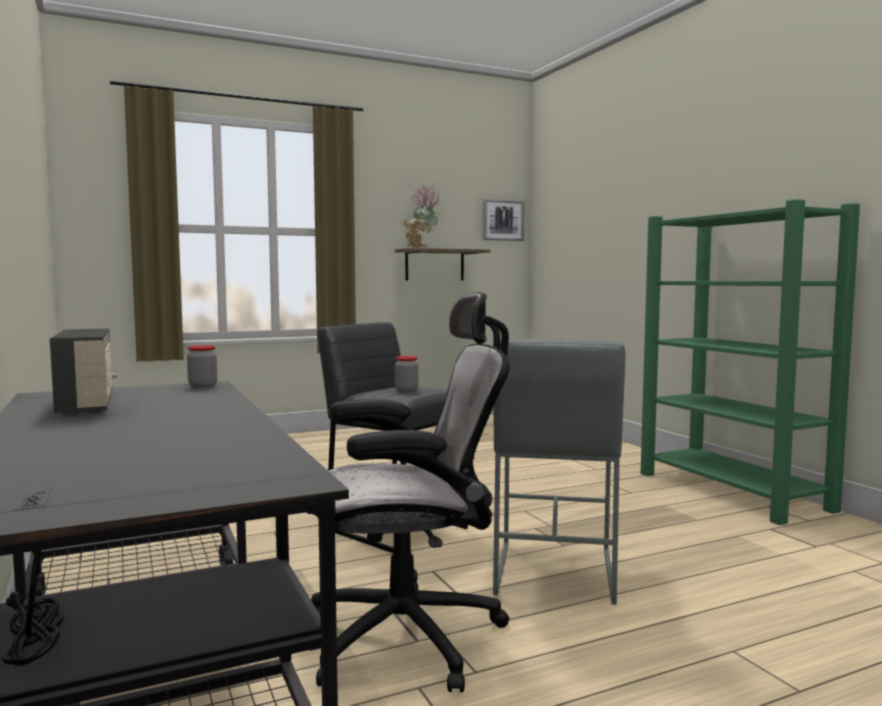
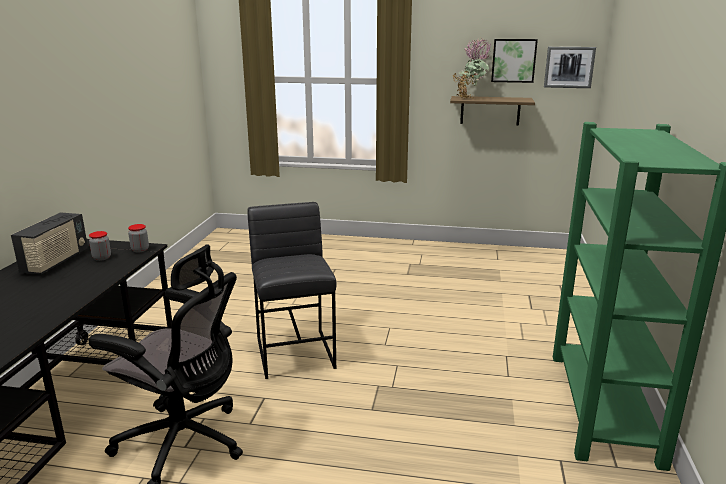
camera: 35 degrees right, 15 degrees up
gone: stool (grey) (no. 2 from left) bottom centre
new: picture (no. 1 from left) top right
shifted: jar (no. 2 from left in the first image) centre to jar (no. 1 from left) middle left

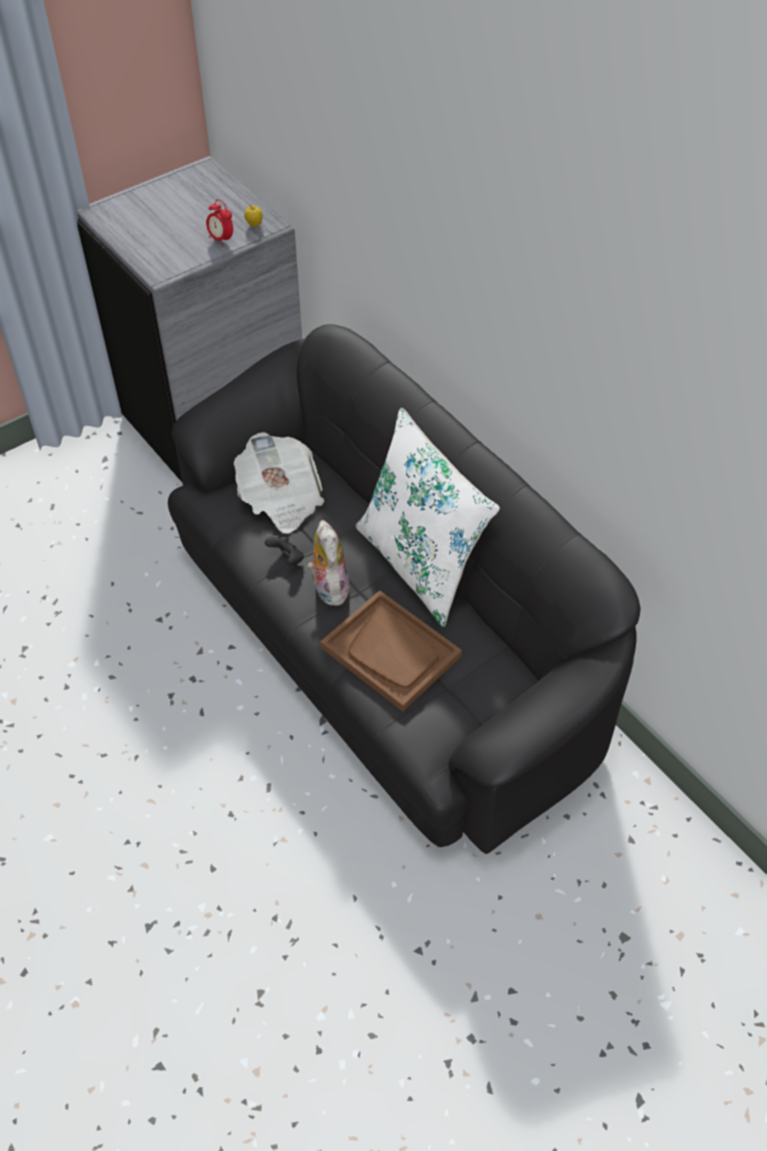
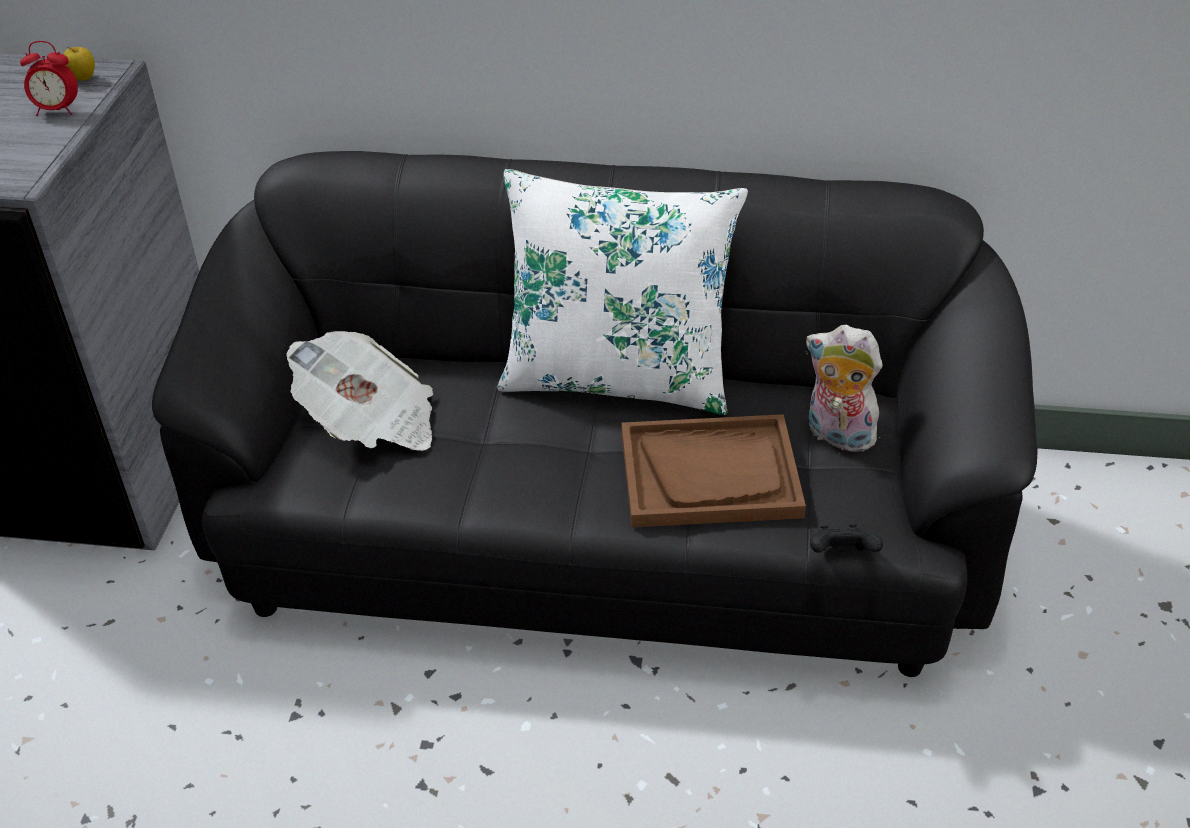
camera: 45 degrees left, 10 degrees down
shifted: game controller (black) centre to middle right; plush toy centre to middle right

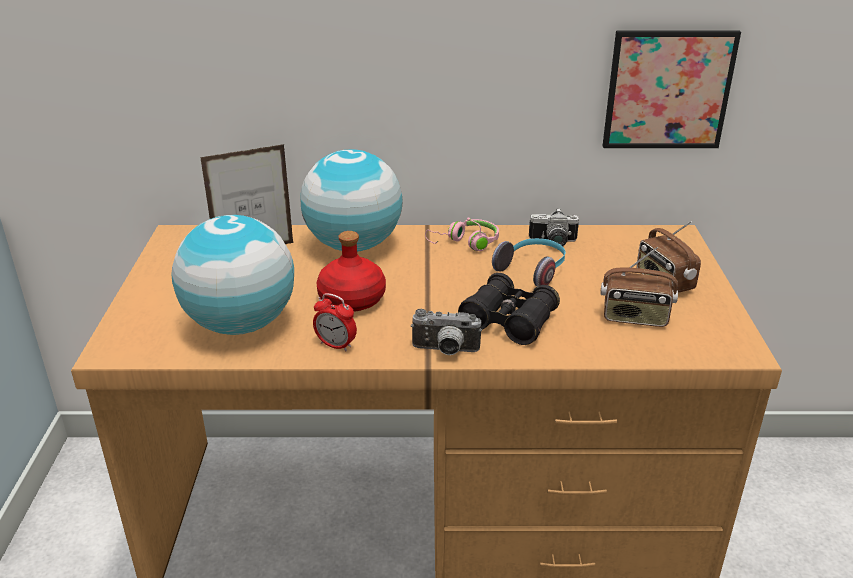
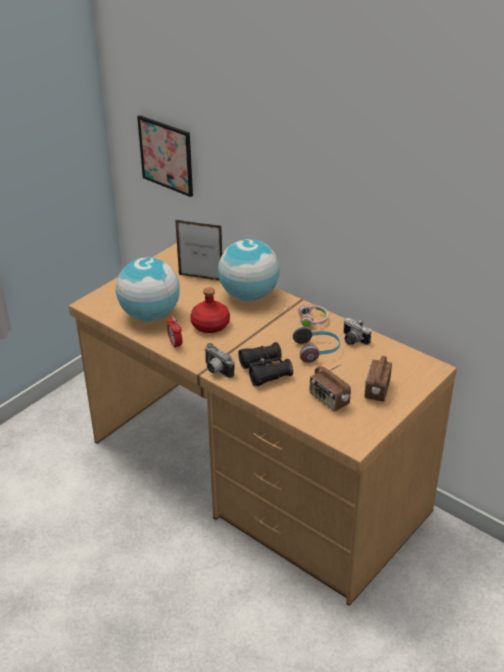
camera: 40 degrees right, 5 degrees up
shifted: picture top right to top left

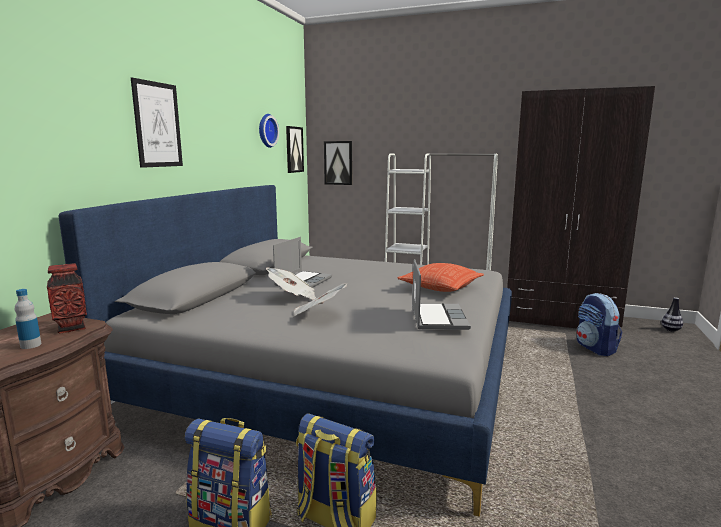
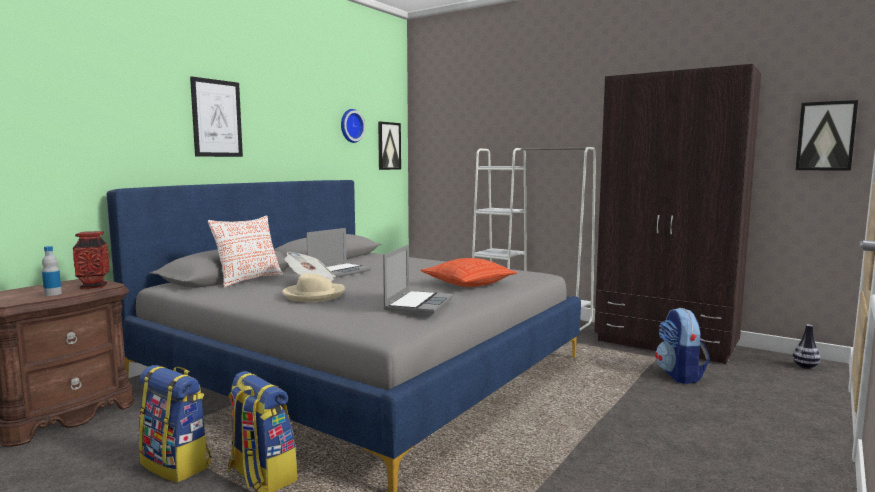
camera: 15 degrees right, 5 degrees down
new: pillow (white) middle left
shifted: picture (no. 3 from left) top centre to top right
swapped: newspaper (no. 2 from left) centre to hat (beige) centre

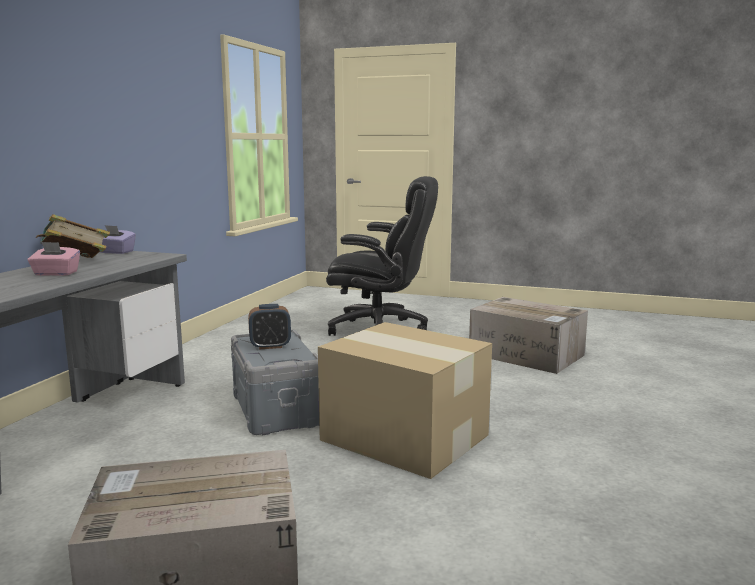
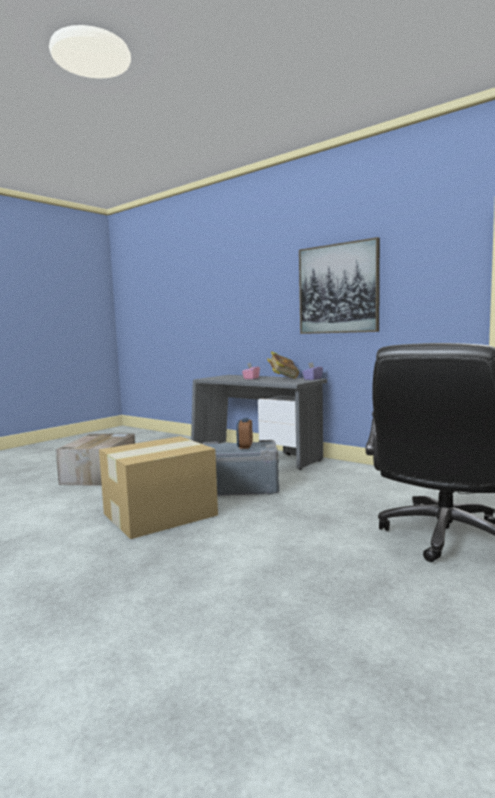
camera: 110 degrees right, 5 degrees down
gone: cardboard box (no. 3 from left) middle right
new: picture middle right

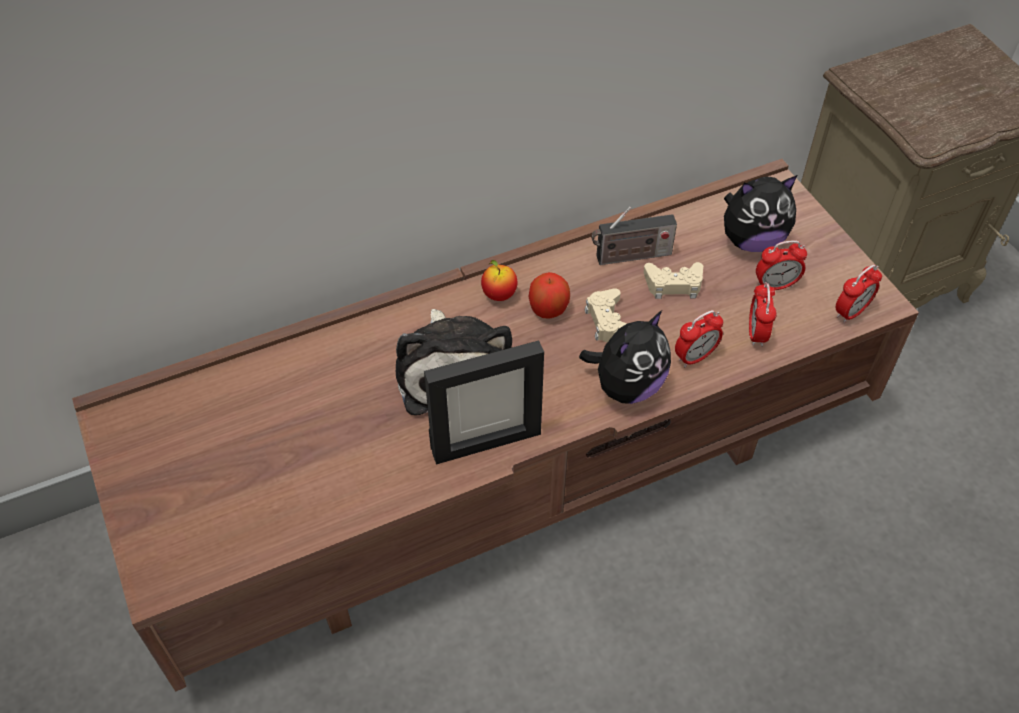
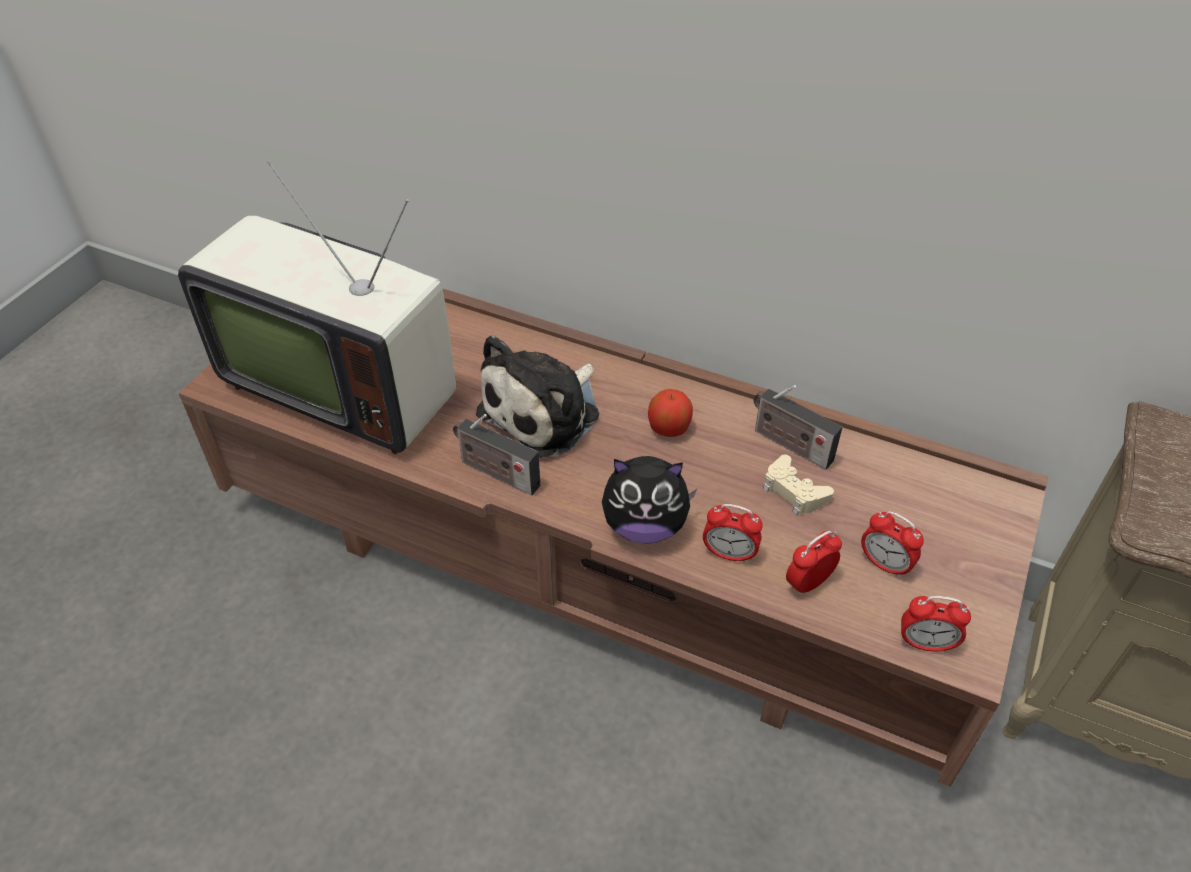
camera: 50 degrees right, 5 degrees down
gone: apple (no. 1 from left) centre; game controller (beige) (no. 1 from left) centre; plush toy (no. 3 from left) top right
new: television middle left
swapped: picture frame centre to radio (no. 1 from left) centre

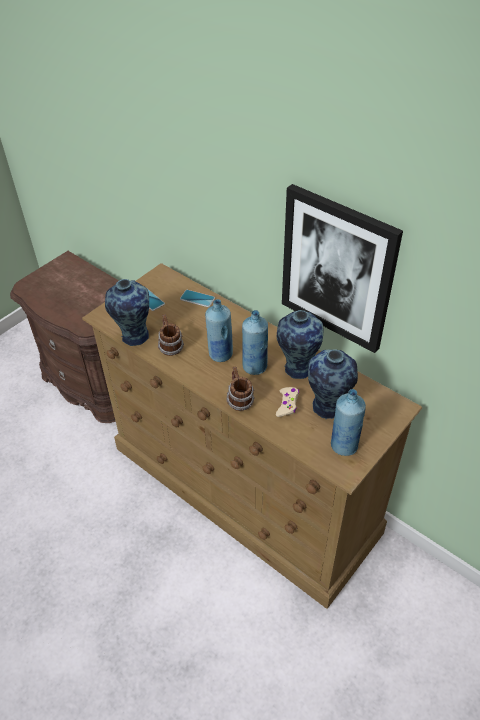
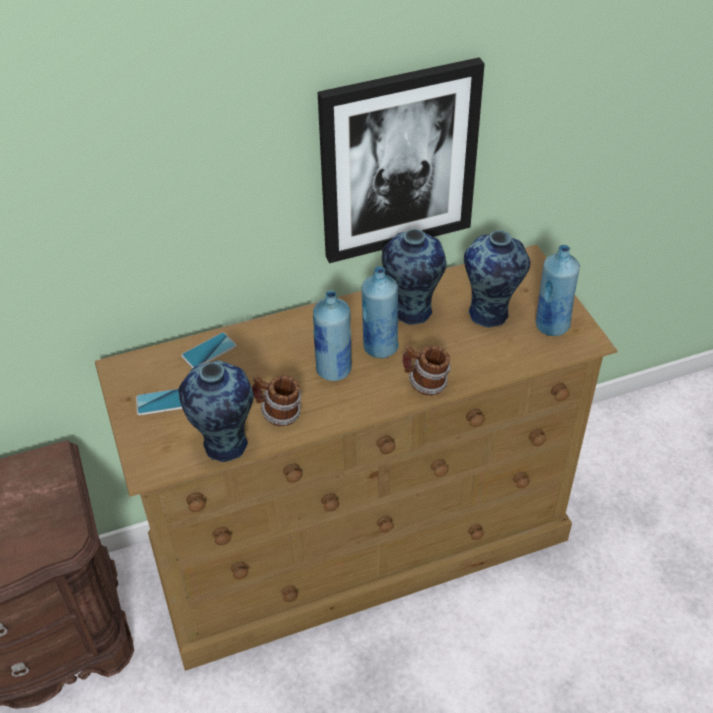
camera: 60 degrees left, 0 degrees up
gone: game controller (beige) centre

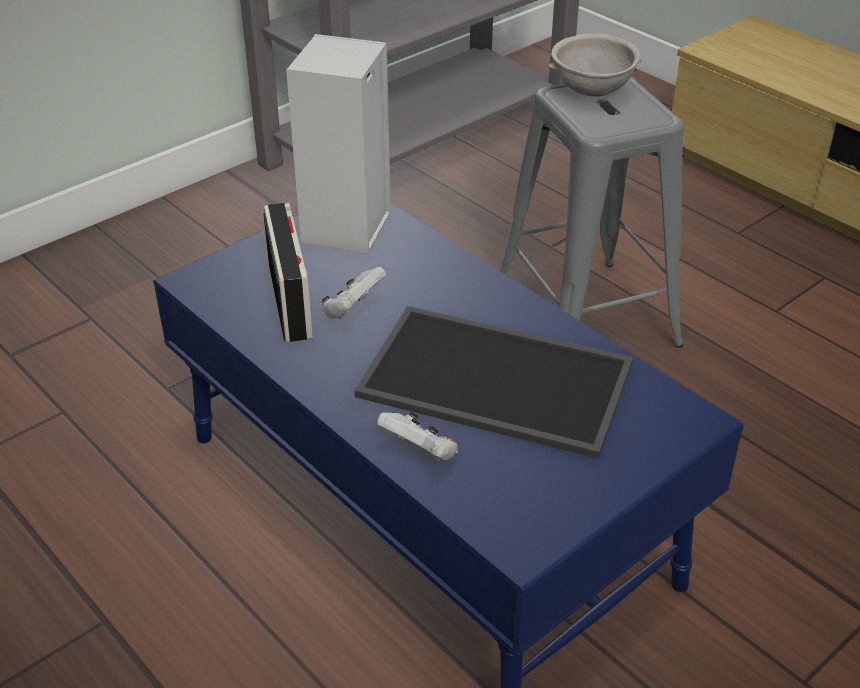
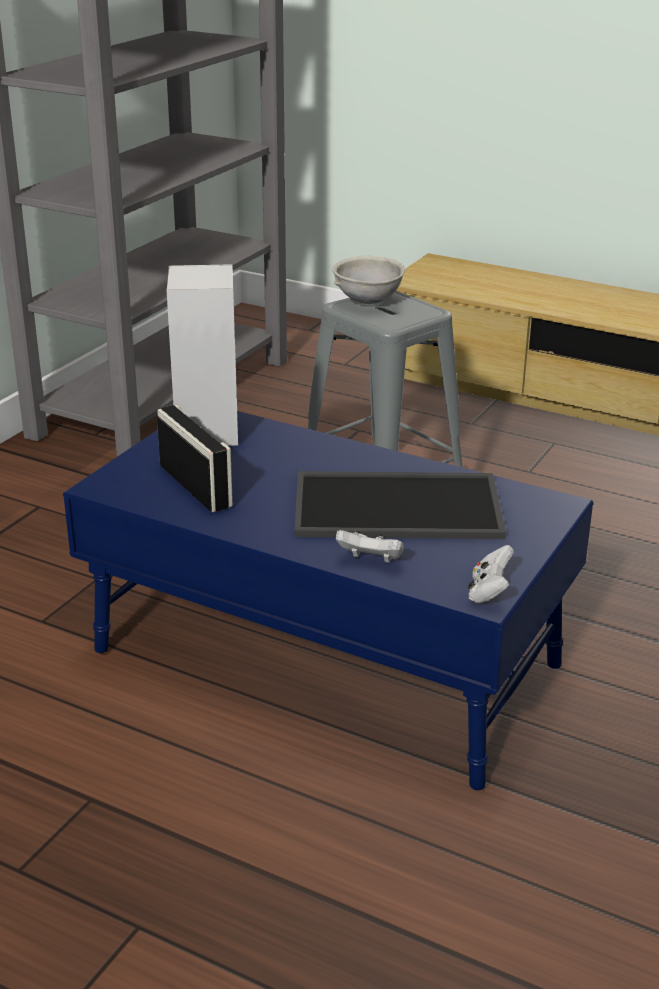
camera: 20 degrees left, 10 degrees down
shifted: game controller (white) (no. 1 from left in the first image) centre to game controller (white) (no. 2 from left) middle right

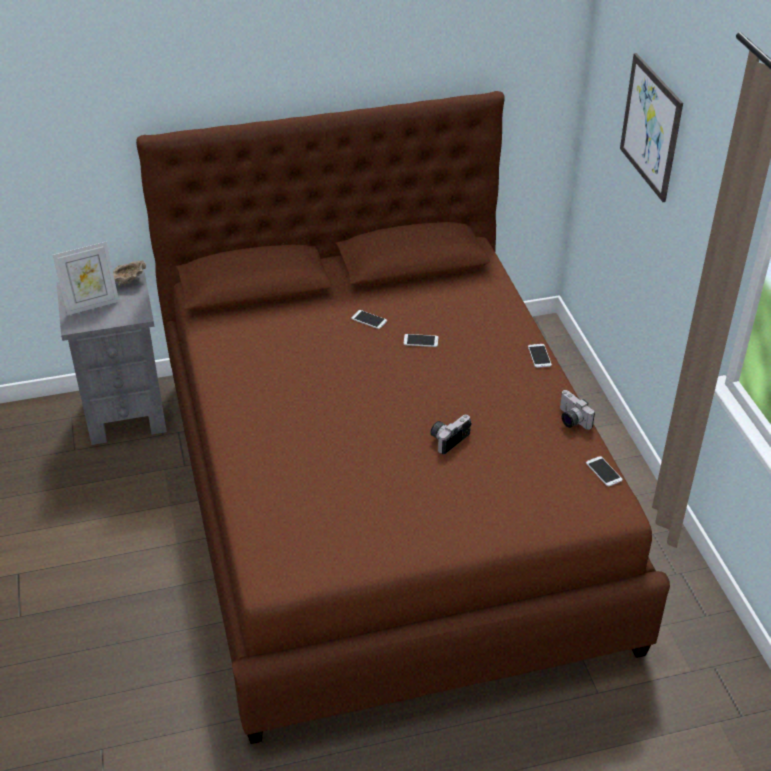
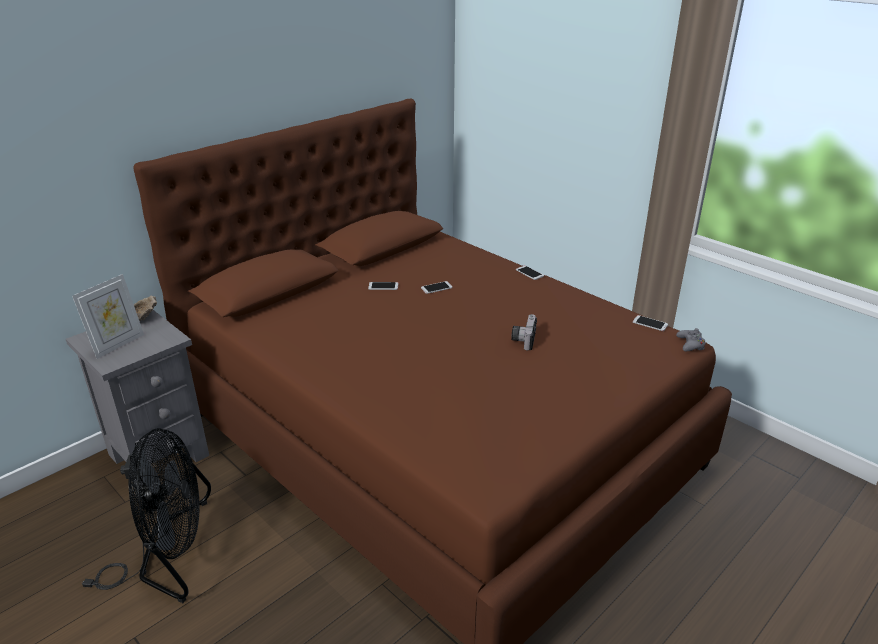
camera: 30 degrees left, 10 degrees down
gone: photo camera (no. 2 from left) middle right; picture top right
new: fan (black) bottom left; game controller (grey) middle right

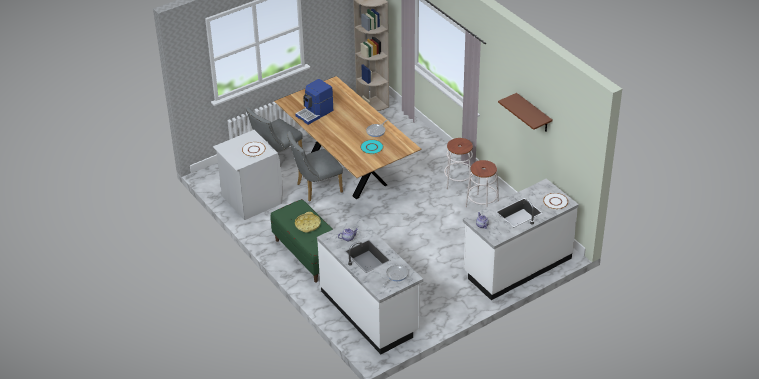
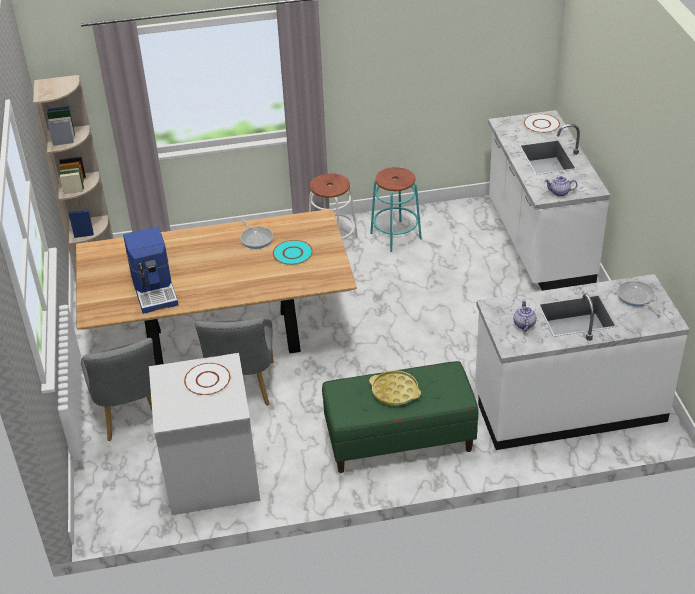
camera: 65 degrees left, 0 degrees up
gone: shelf (brown) top right
repainted: stool (white) (no. 2 from left) centre to stool (turquoise) centre

